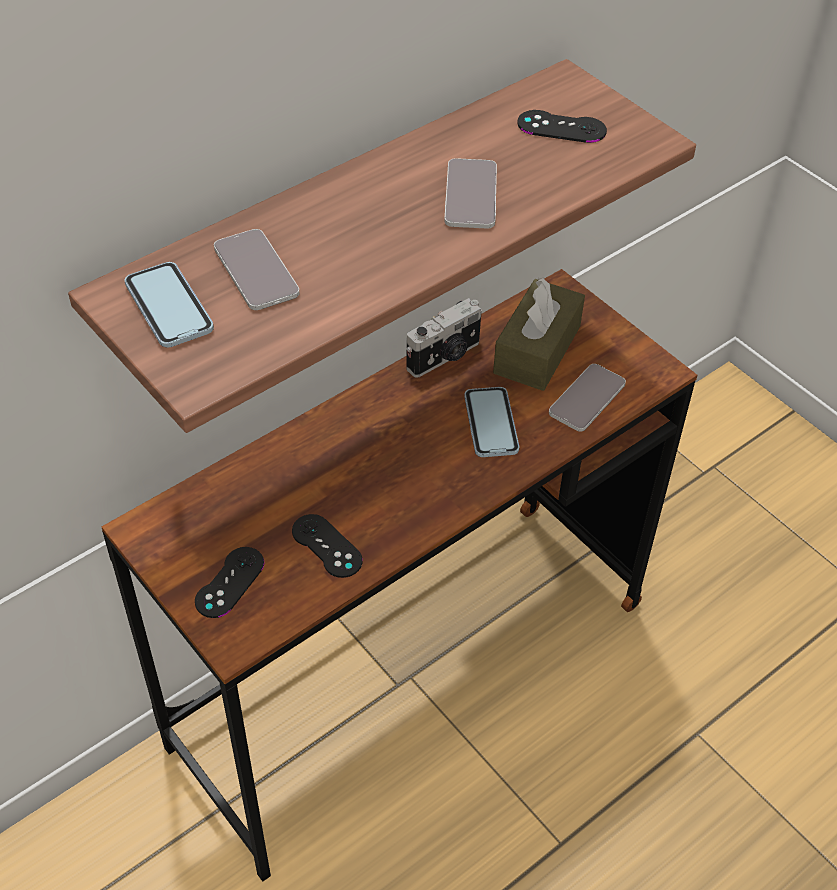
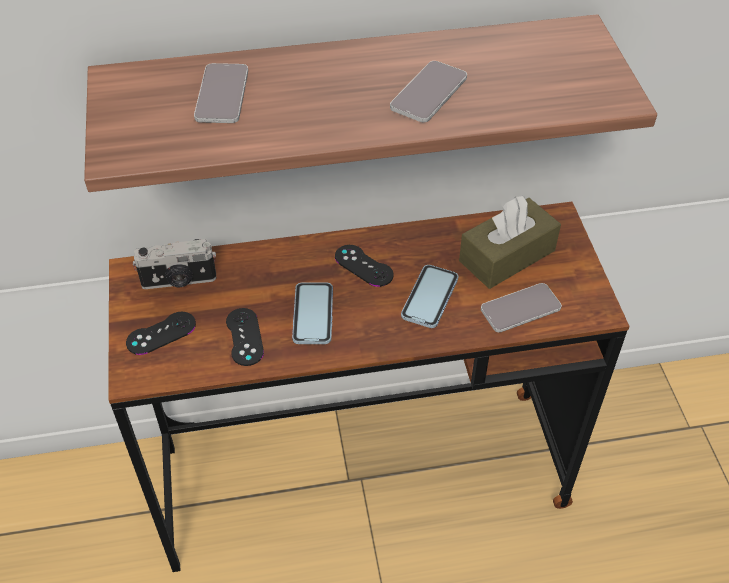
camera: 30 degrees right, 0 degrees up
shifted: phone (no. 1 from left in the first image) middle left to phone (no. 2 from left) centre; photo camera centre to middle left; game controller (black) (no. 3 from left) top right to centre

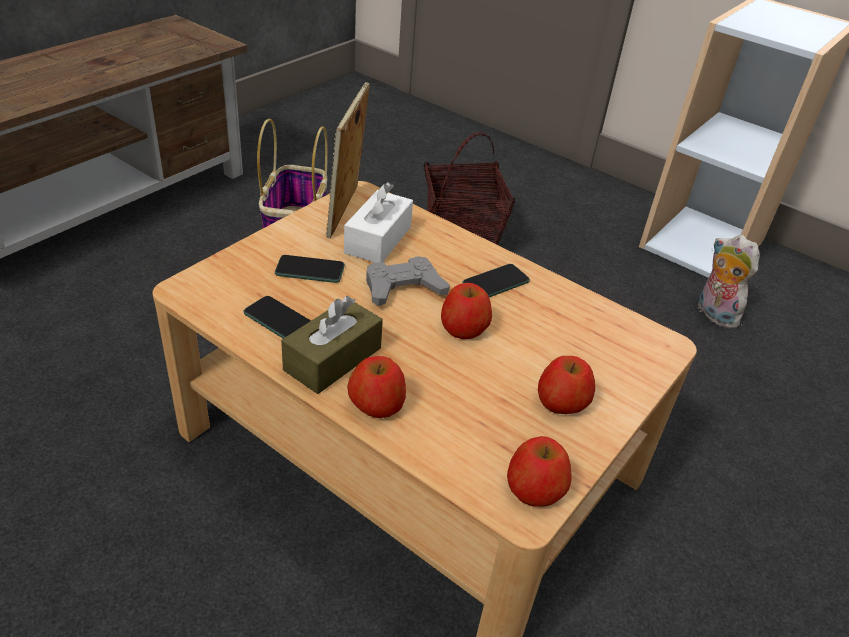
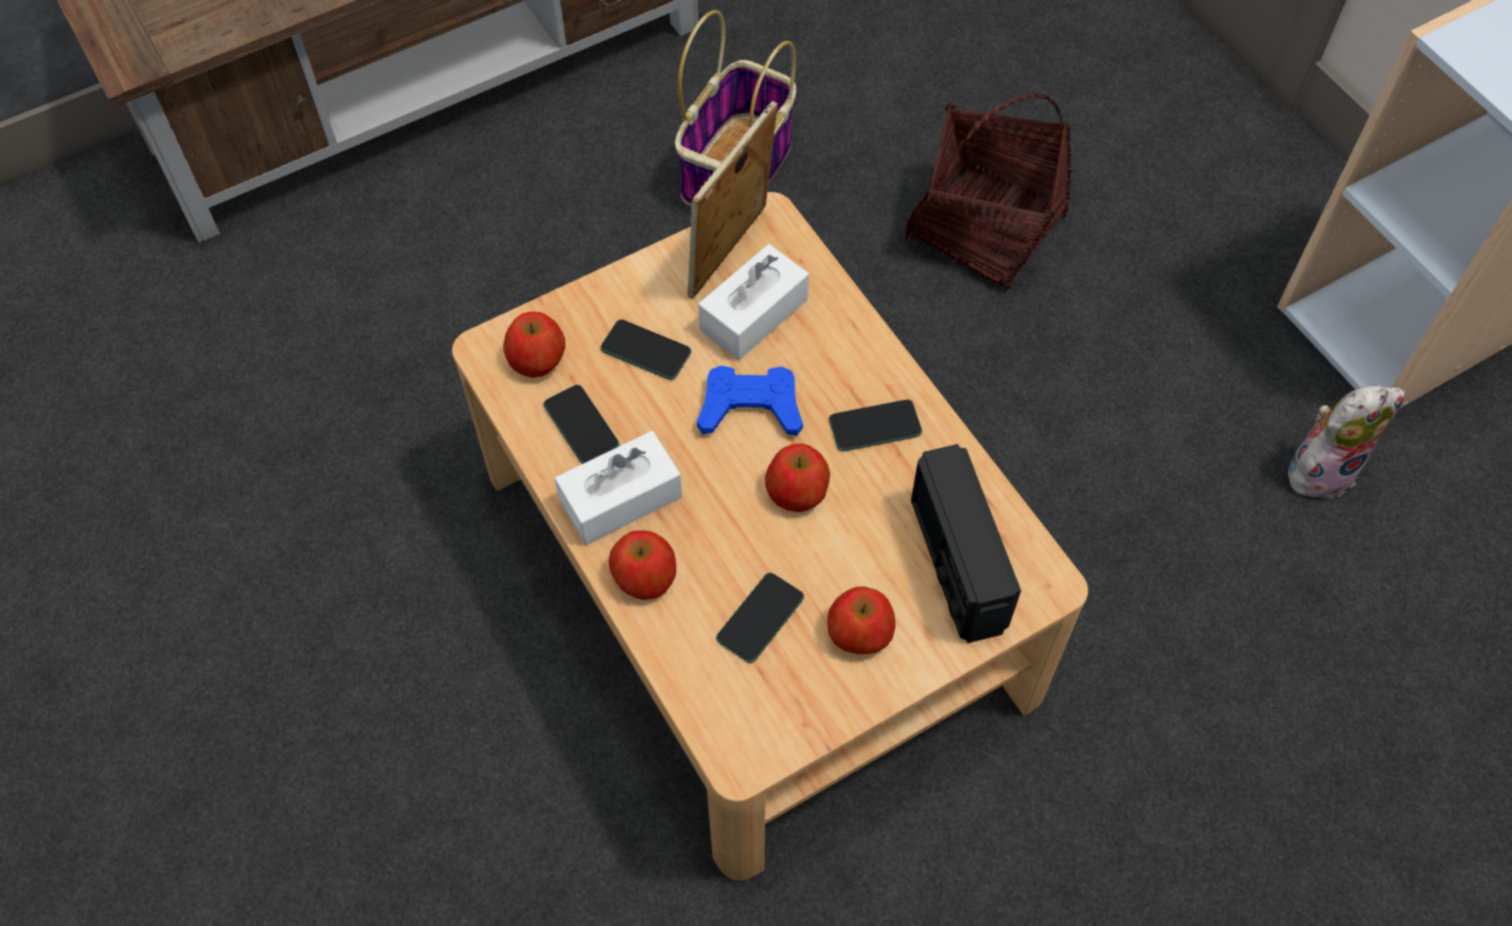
camera: 25 degrees right, 20 degrees up
new: phone (no. 3 from left) bottom centre; radio centre
shifted: apple (no. 3 from left in the first image) bottom centre to apple (no. 1 from left) centre
repainted: tissue box (brown) centre to tissue box (white) (no. 1 from left) centre; game controller (grey) centre to game controller (blue) centre
rotated: plush toy middle right = middle right 75 degrees clockwise

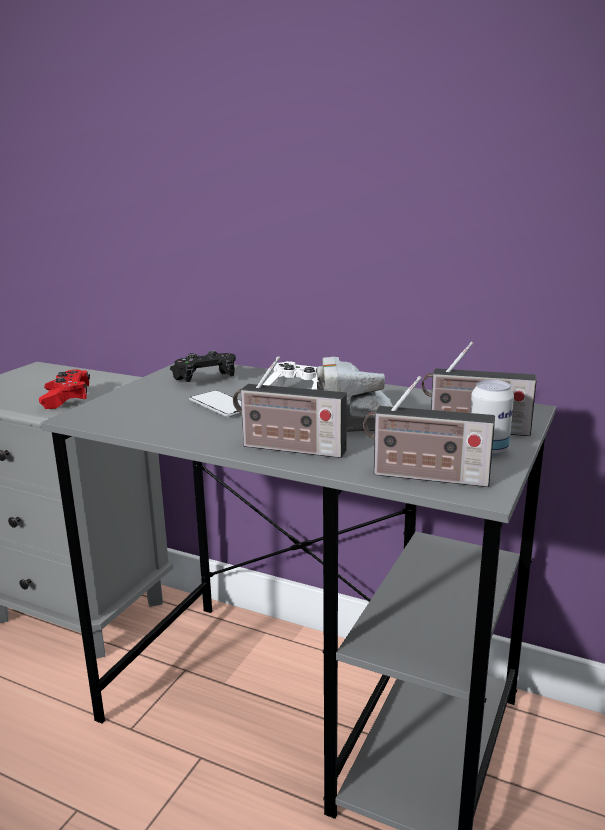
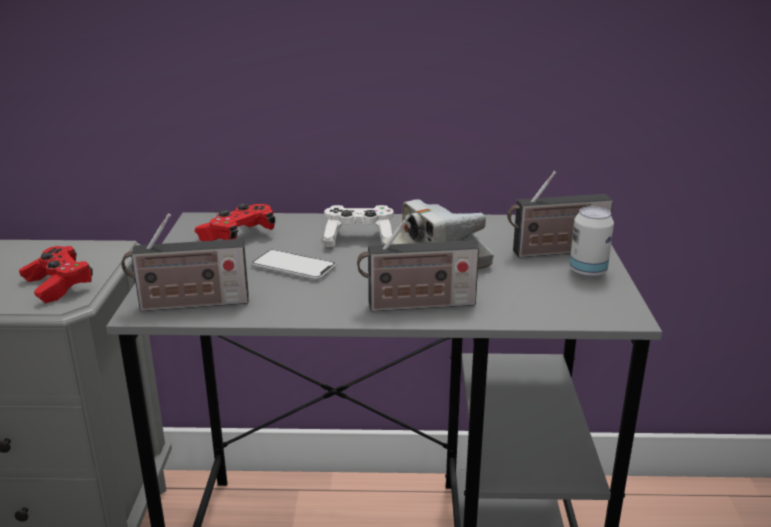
camera: 25 degrees left, 5 degrees up
shifted: radio (no. 2 from left in the first image) middle right to radio (no. 1 from left) middle left
repainted: game controller (black) centre to game controller (red) (no. 2 from left) middle left

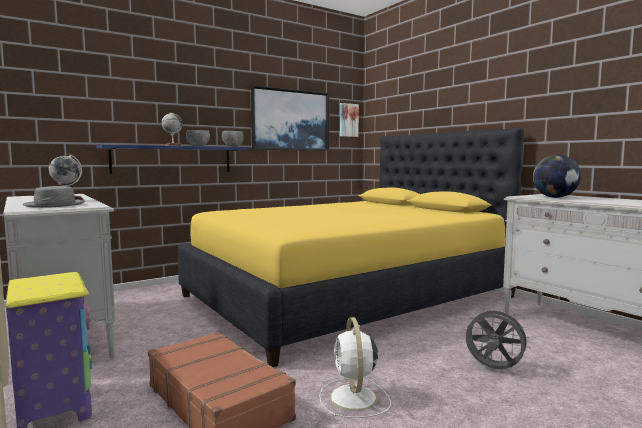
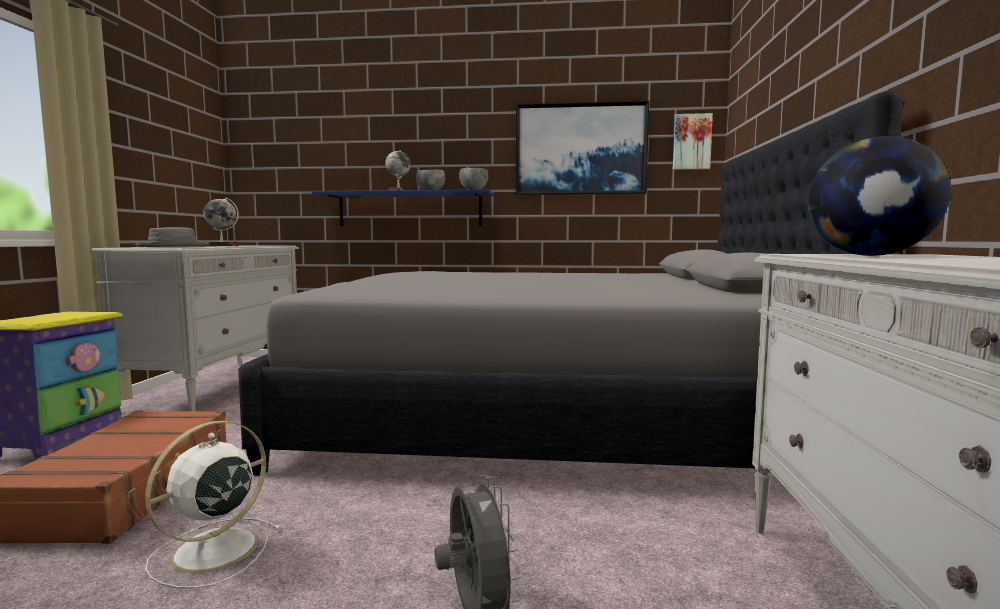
camera: 40 degrees right, 0 degrees up
repainted: bed (yellow) centre to bed (grey) centre

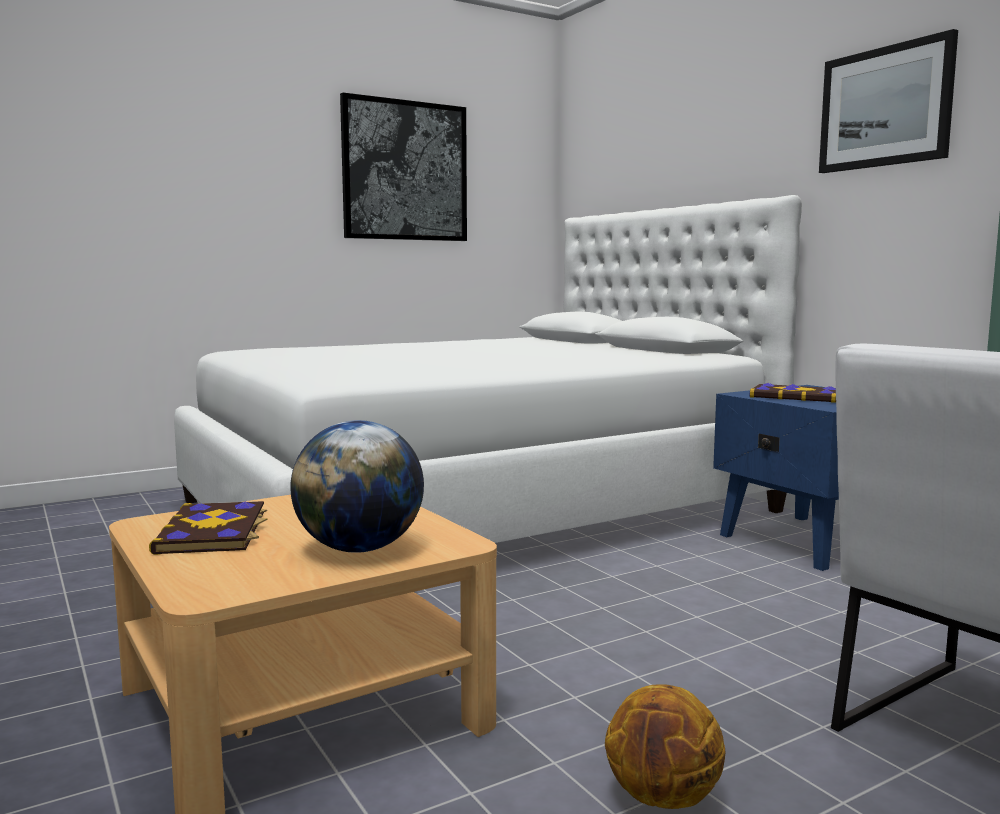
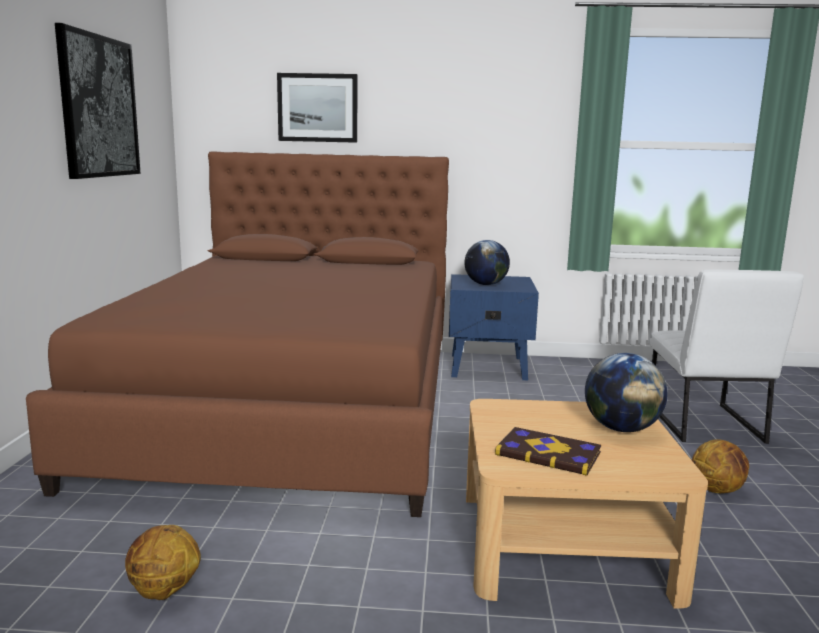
camera: 55 degrees left, 5 degrees up
new: basketball (no. 1 from left) bottom left
shifted: picture (no. 2 from left) top right to top centre
swapped: book (no. 2 from left) middle right to globe (no. 1 from left) centre
repainted: bed (white) centre to bed (brown) middle left

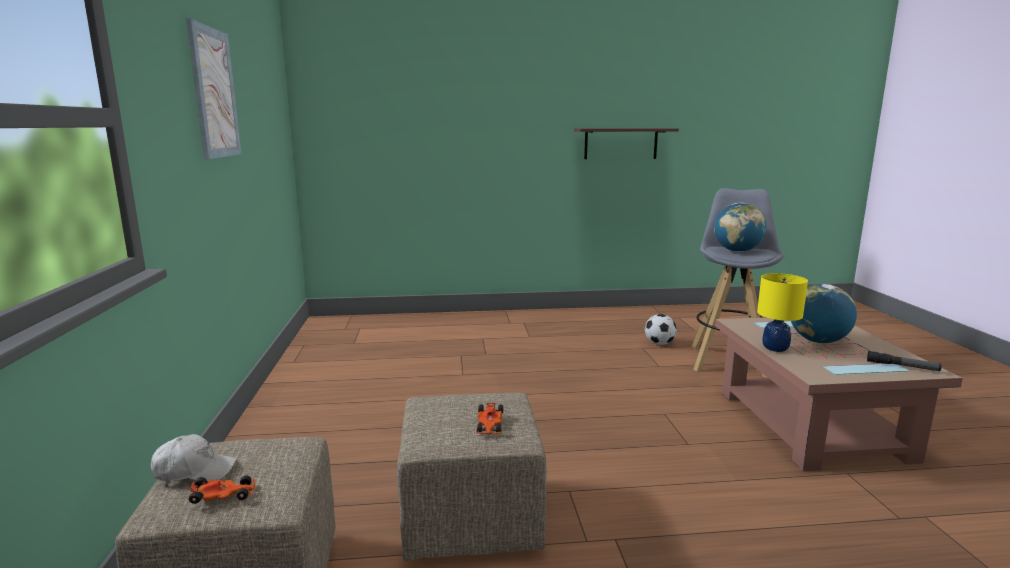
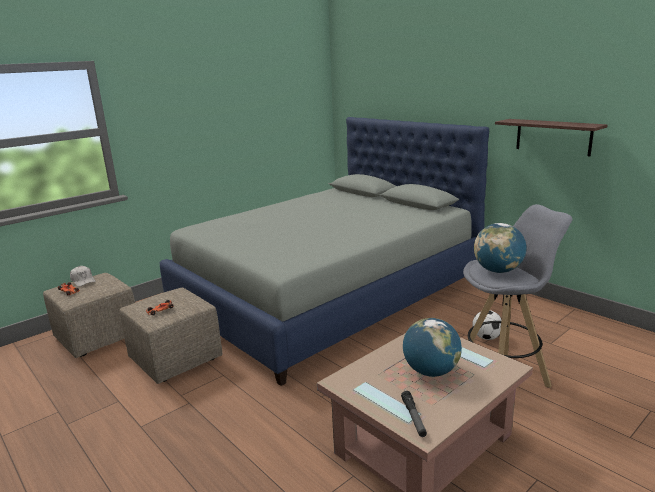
camera: 55 degrees right, 5 degrees up
gone: picture top left; table lamp (yellow) middle right
new: bed (grey) centre

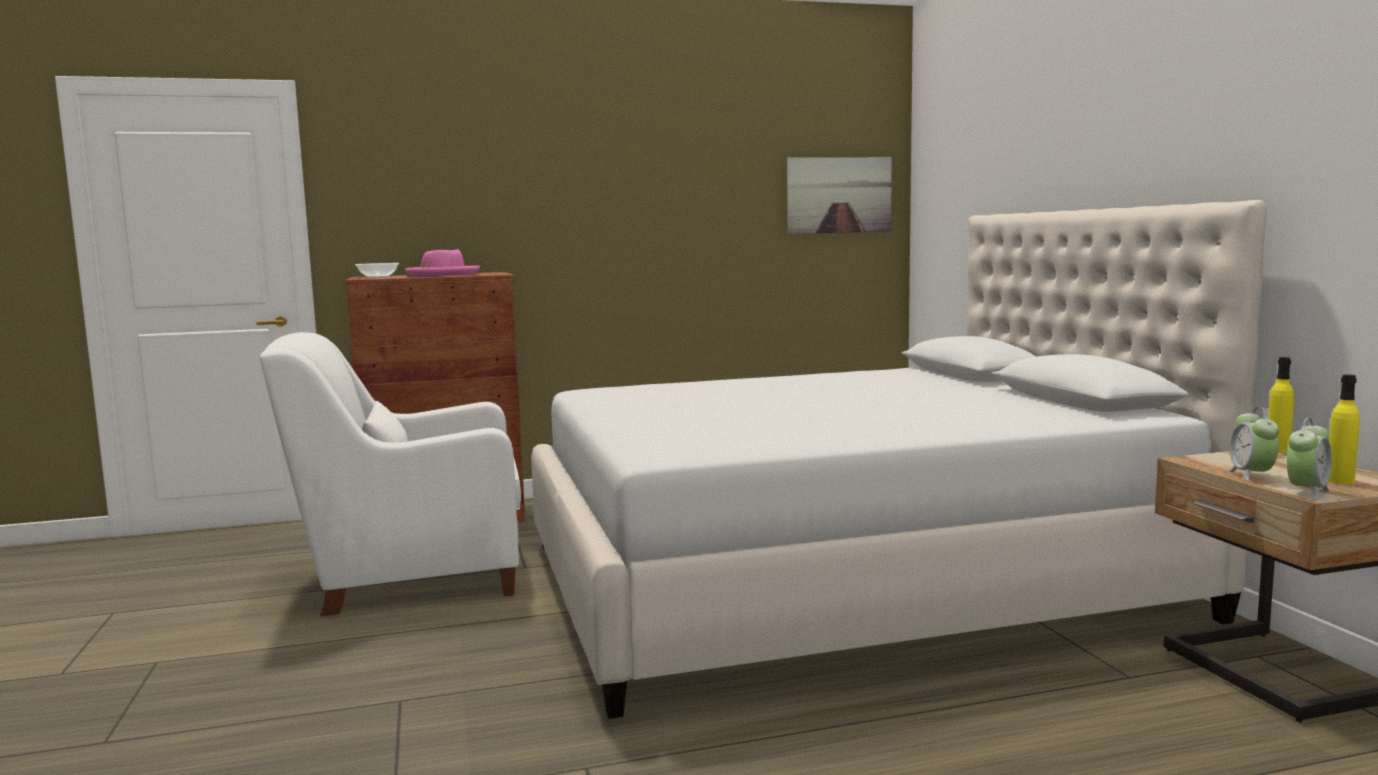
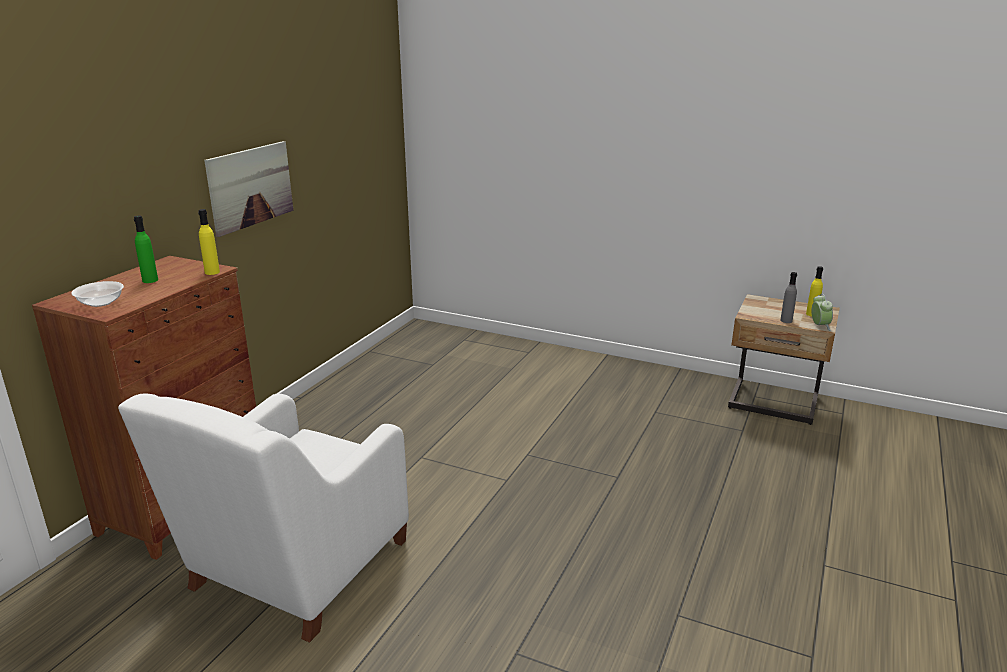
camera: 50 degrees left, 15 degrees up
gone: bed (white) centre
shifted: picture top centre to top left; bottle (yellow) (no. 1 from left) middle right to middle left
swapped: hat (pink) middle left to bottle (green) middle left; alarm clock (no. 1 from left) middle right to bottle (grey) middle right

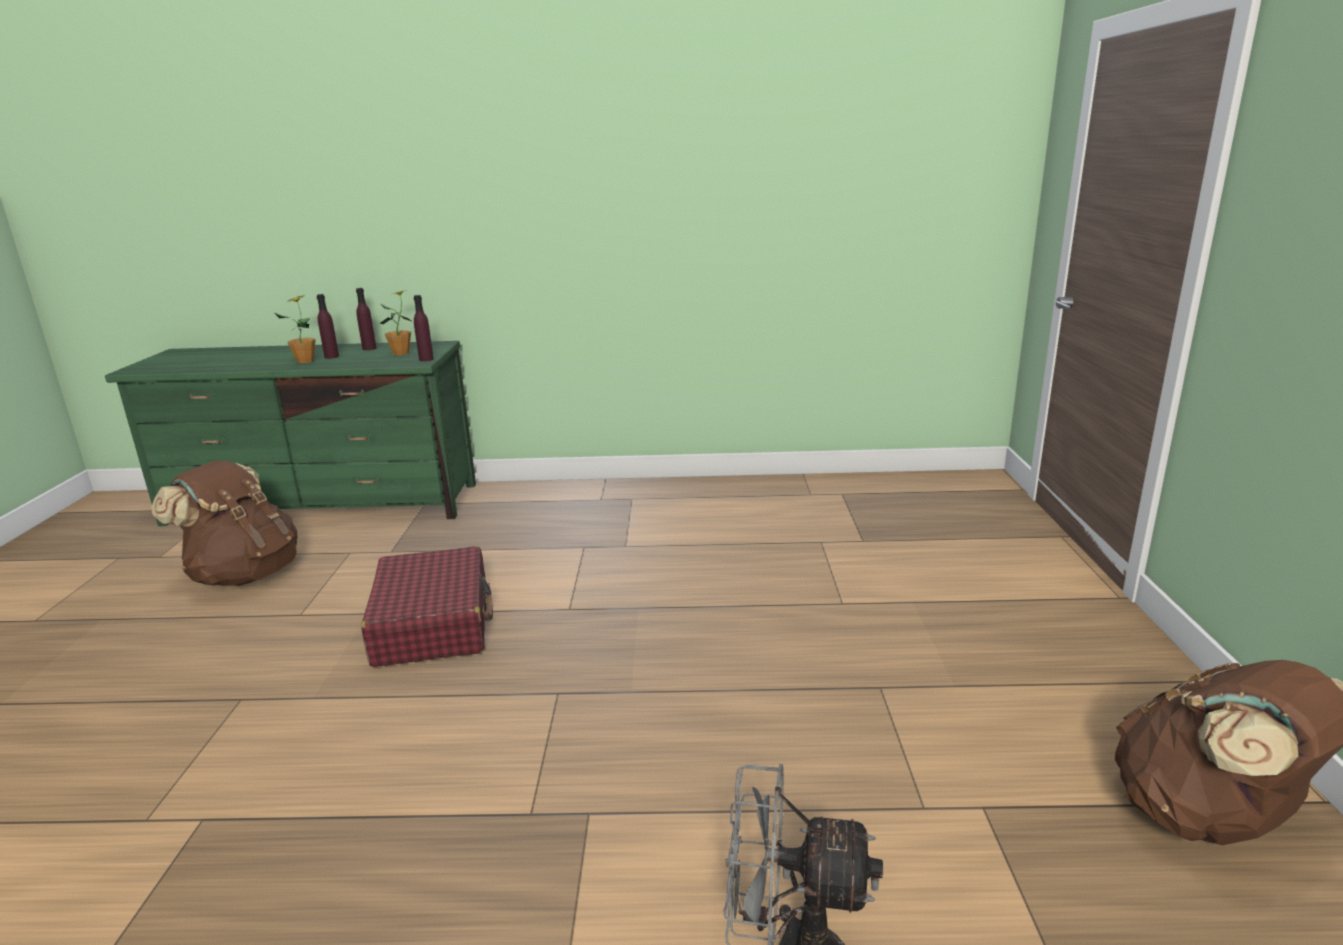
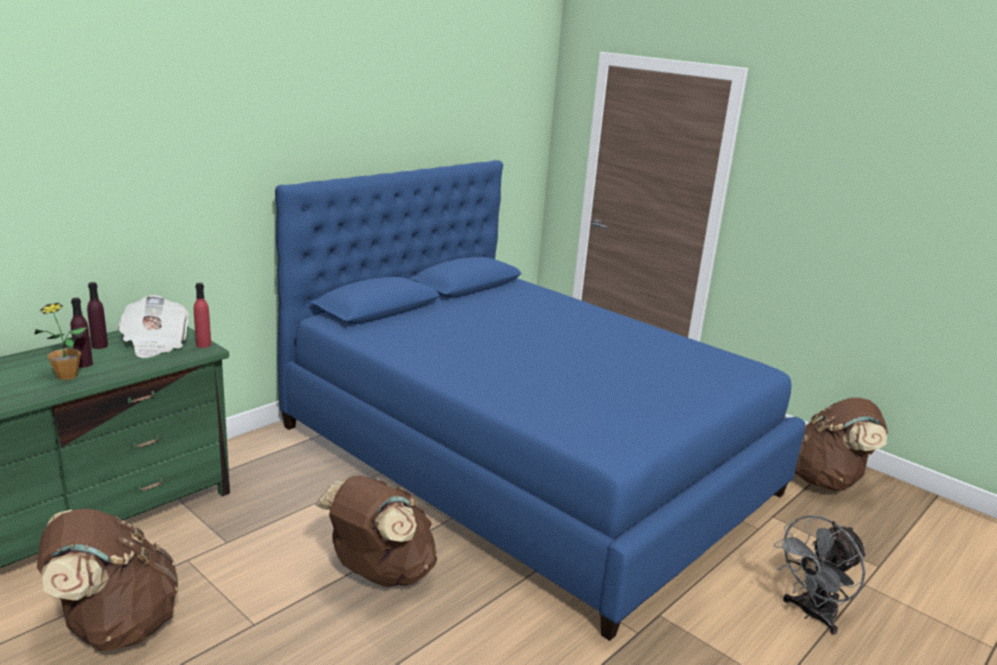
camera: 50 degrees left, 0 degrees up
new: bed (blue) centre
swapped: suitcase (red) middle left to backpack (brown) (no. 2 from left) bottom centre; potted plant (no. 2 from left) middle left to newspaper middle left
repainted: bottle (purple) (no. 3 from left) middle left to bottle (red) middle left

